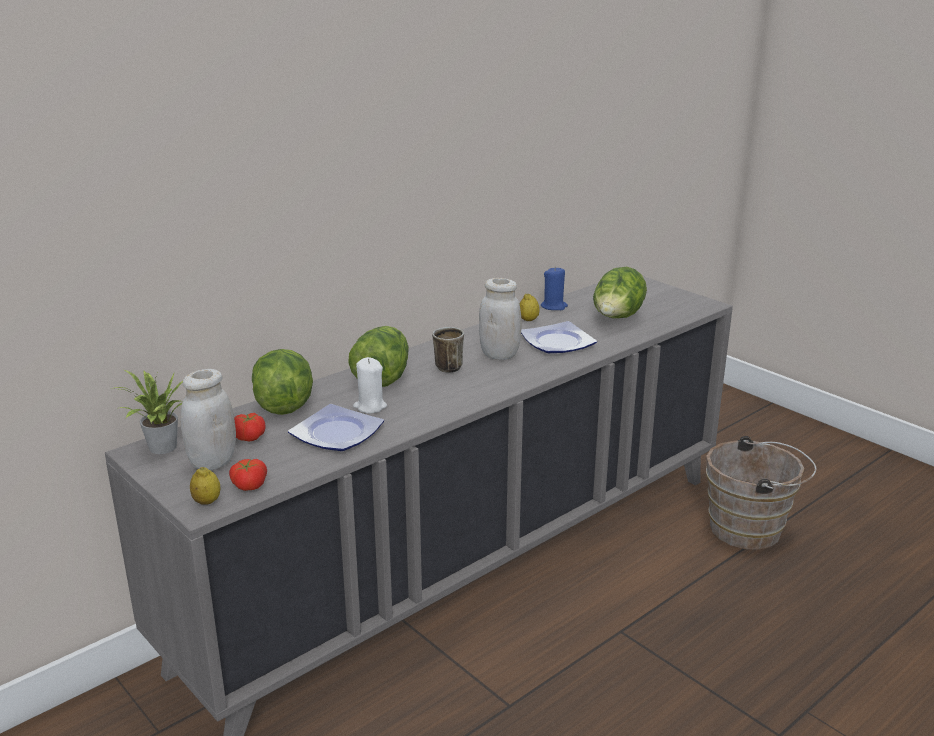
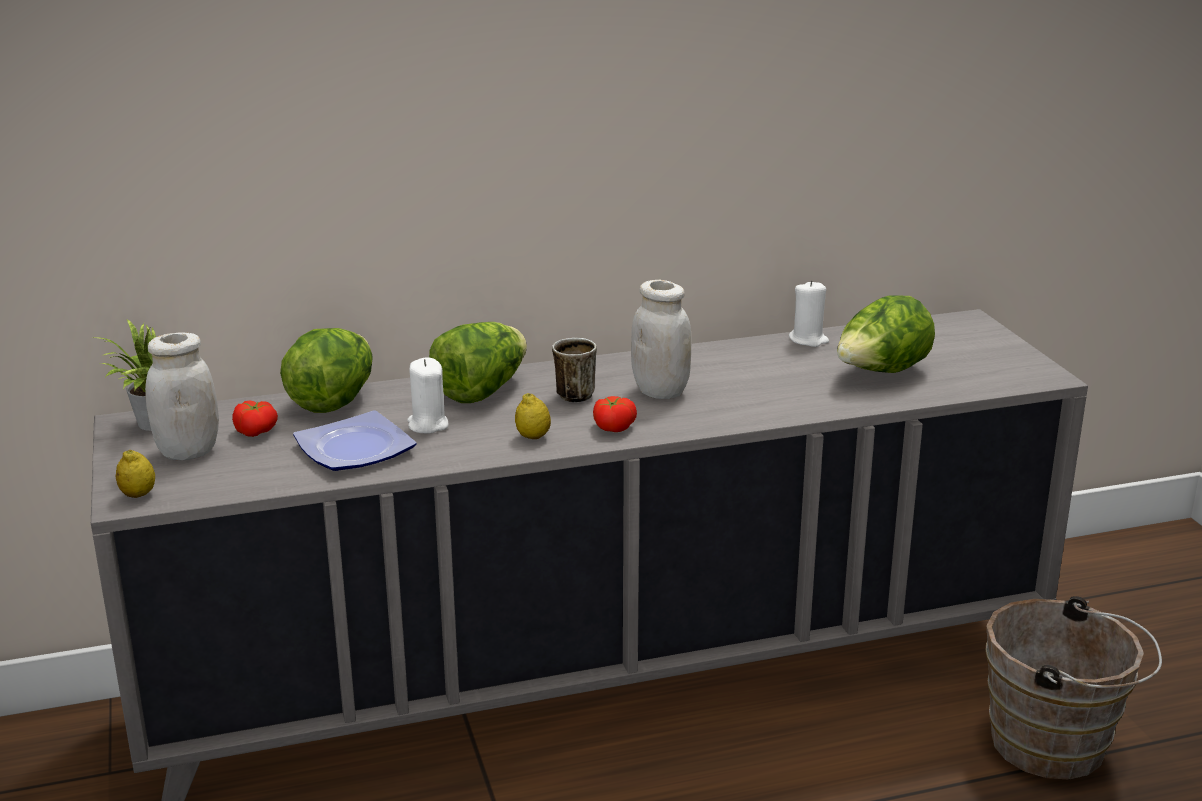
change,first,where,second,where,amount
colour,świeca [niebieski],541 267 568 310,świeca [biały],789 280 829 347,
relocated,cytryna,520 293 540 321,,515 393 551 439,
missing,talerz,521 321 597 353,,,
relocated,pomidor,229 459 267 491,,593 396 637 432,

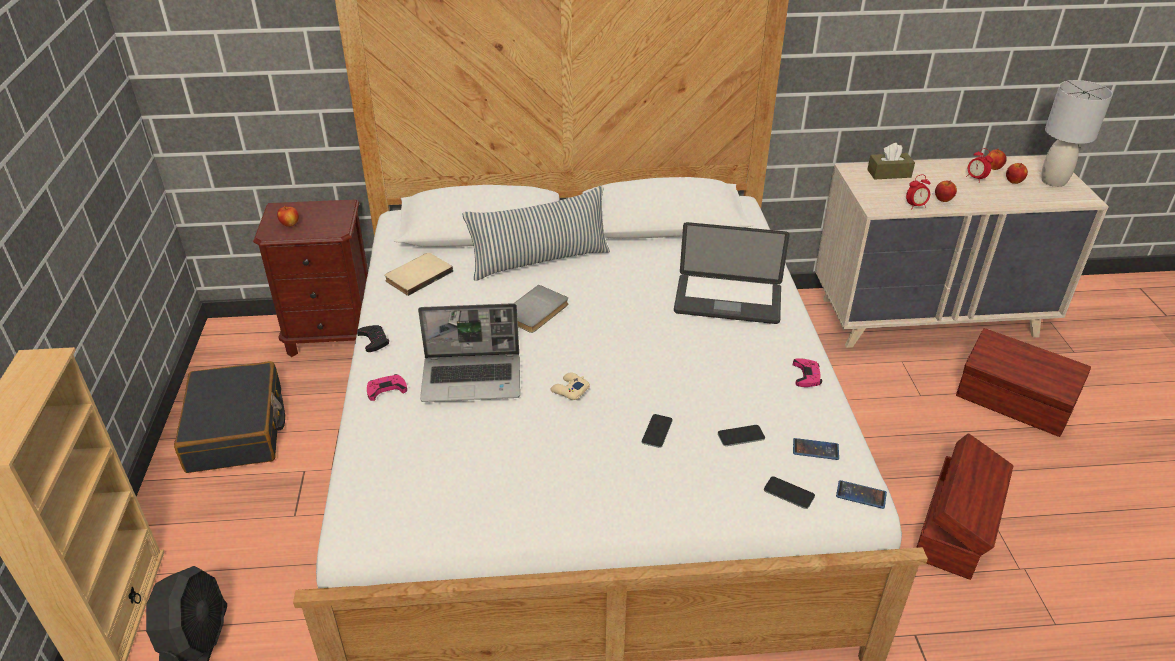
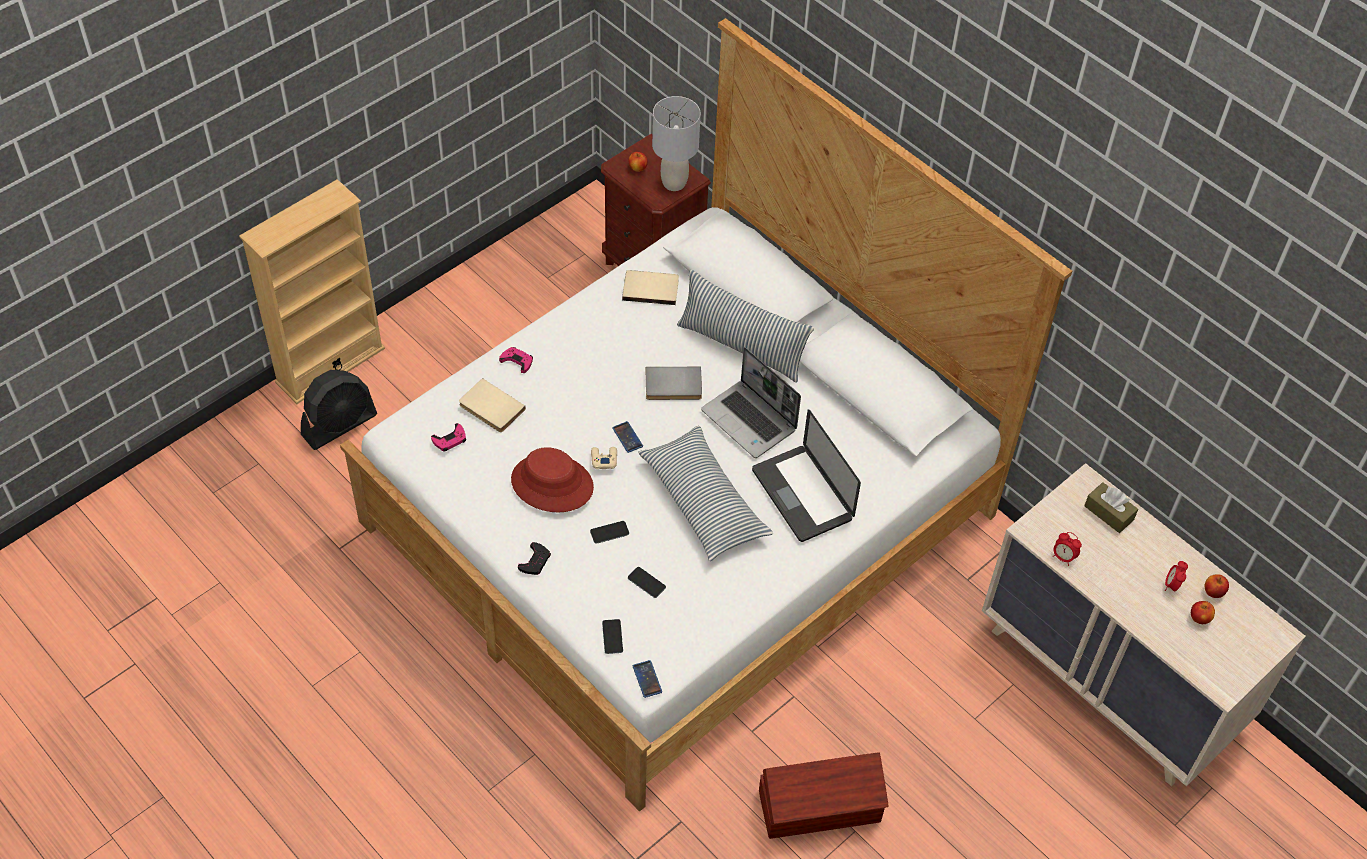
change,first,where,second,where,amount
relocated,lampa stołowa [szary],1041 80 1113 187,,652 96 701 191,
missing,jabłko,935 180 957 202,,,
relocated,laptop,418 303 520 402,,701 347 801 458,
relocated,pad do gier [czarny],357 325 389 352,,518 542 551 575,
missing,pojemnik do przechowywania [brązowy],956 328 1091 437,,,
relocated,pad do gier [różowy],793 358 822 387,,431 423 466 451,
missing,walizka [czarny],174 361 285 473,,,
relocated,telefon,793 438 839 460,,612 421 643 453,
appeared,,,książka [beżowy],459 378 526 432,
appeared,,,poduszka,638 426 773 561,
appeared,,,kapelusz [czerwony],511 447 594 513,

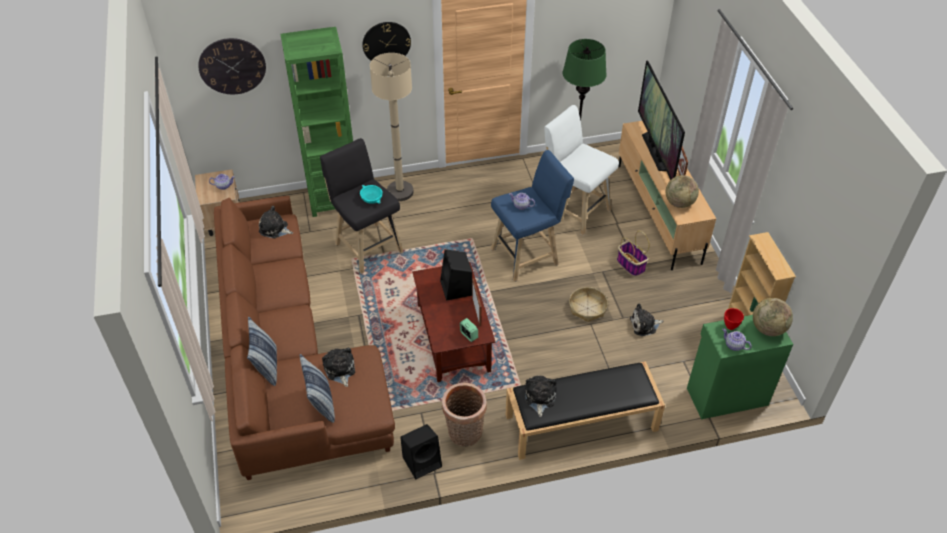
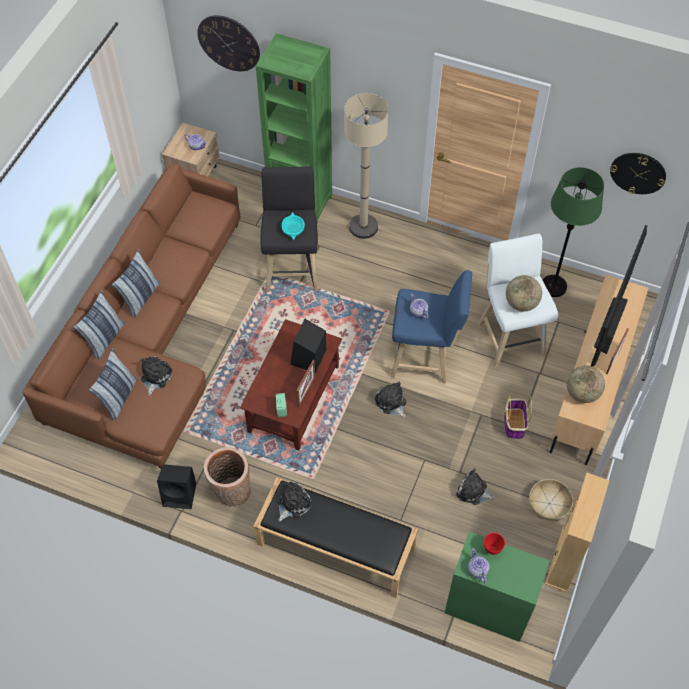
change,first,where,second,where,amount
relocated,zegar ścienny,362 22 411 61,,610 153 666 194,
relocated,pluszak,259 206 293 238,,375 382 406 418,
relocated,koszyk,569 287 608 322,,529 479 573 521,
relocated,globus,753 298 793 336,,506 275 542 311,
appeared,,,poduszka,111 249 160 318,

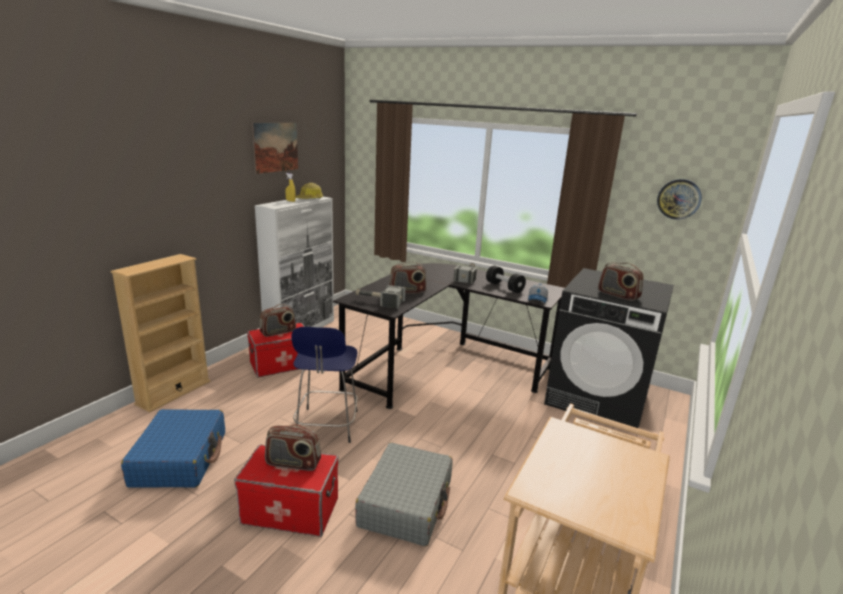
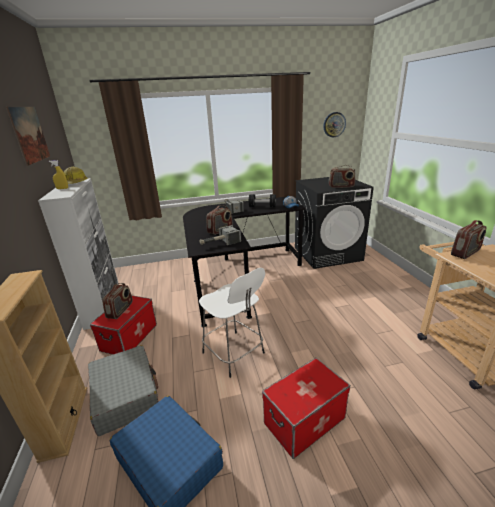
change,first,where,second,where,amount
colour,stołek [niebieski],291 327 358 443,stołek [biały],199 268 265 378,
relocated,radio,265 424 321 471,,451 220 487 259,
relocated,walizka [szary],355 443 453 546,,88 345 158 436,

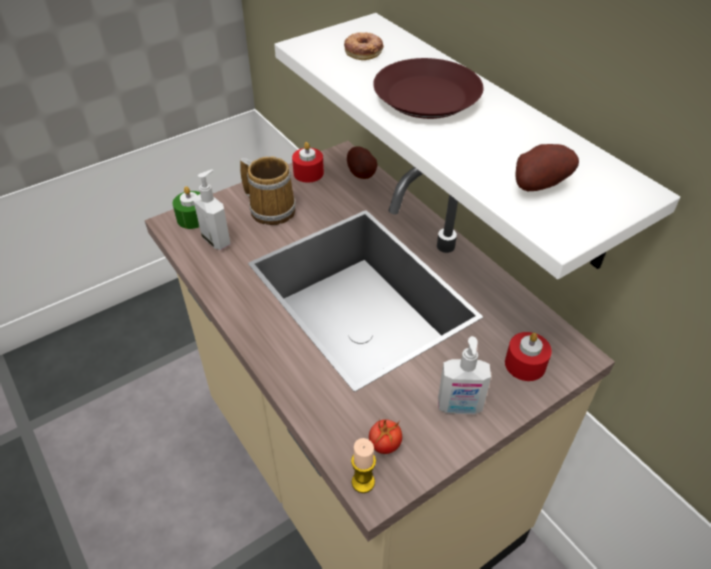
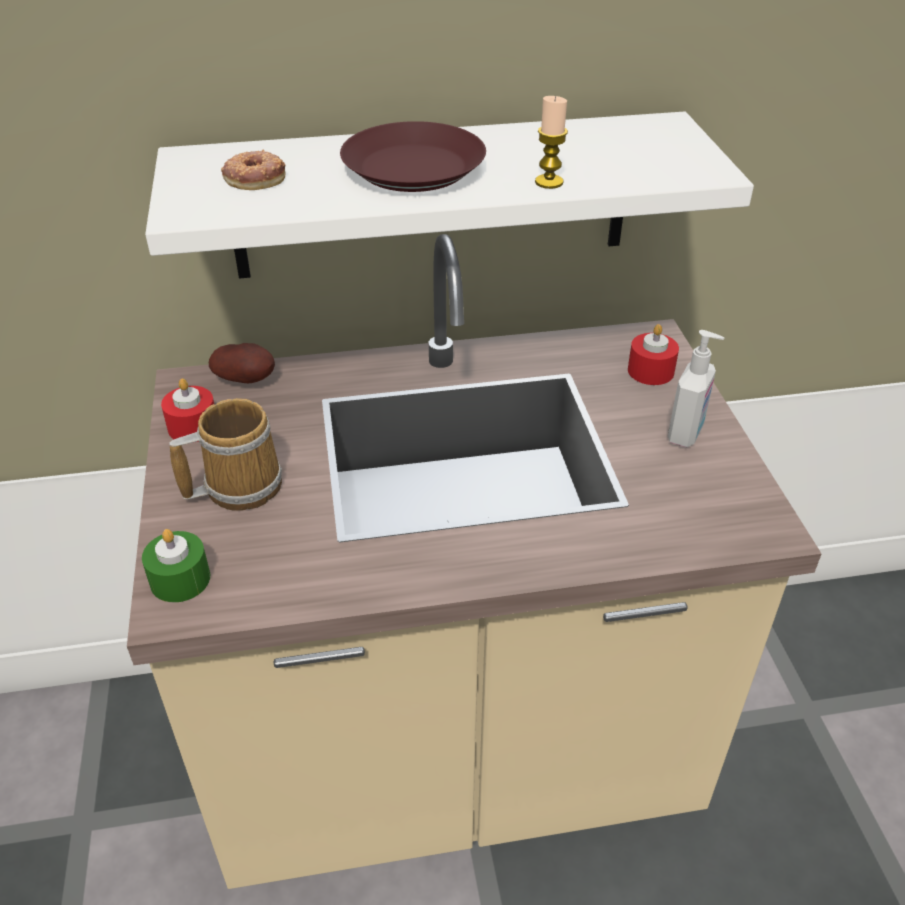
change,first,where,second,where,amount
missing,ziemniak,515 144 579 191,,,
missing,dozownik mydła,193 169 231 250,,,
missing,pomidor,369 418 402 454,,,
relocated,świeca,351 438 376 493,,535 96 568 189,

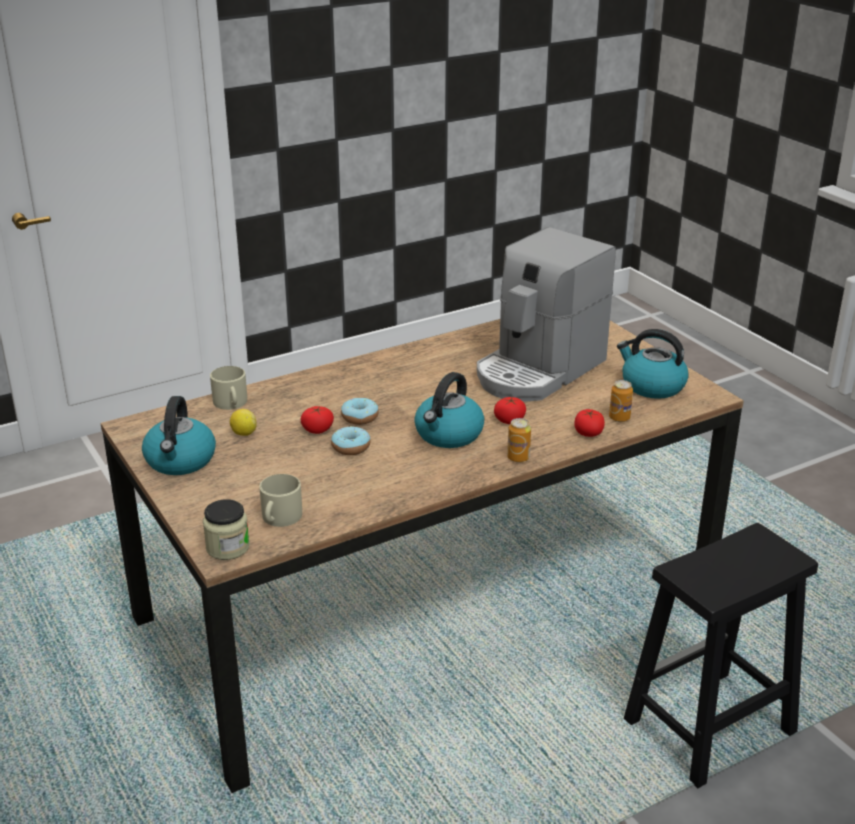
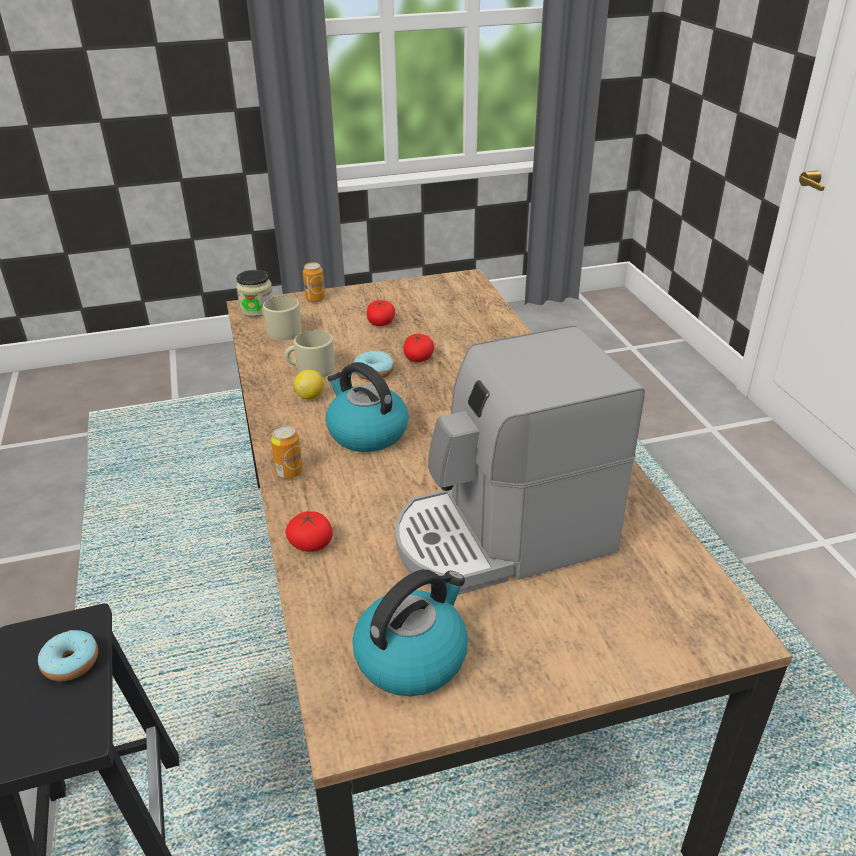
change,first,where,second,where,amount
spun,ekspres do kawy,477 227 616 402,,395 326 645 595,75 degrees counterclockwise
relocated,kubek [beżowy],210 366 247 410,,285 330 335 378,
relocated,puszka,609 380 633 422,,303 262 325 302,
missing,czajnik,142 396 216 475,,,
relocated,donut,341 397 379 425,,38 630 98 681,
relocated,pomidor,494 397 526 424,,367 300 395 326,
relocated,cytryna,230 409 256 436,,294 370 324 400,

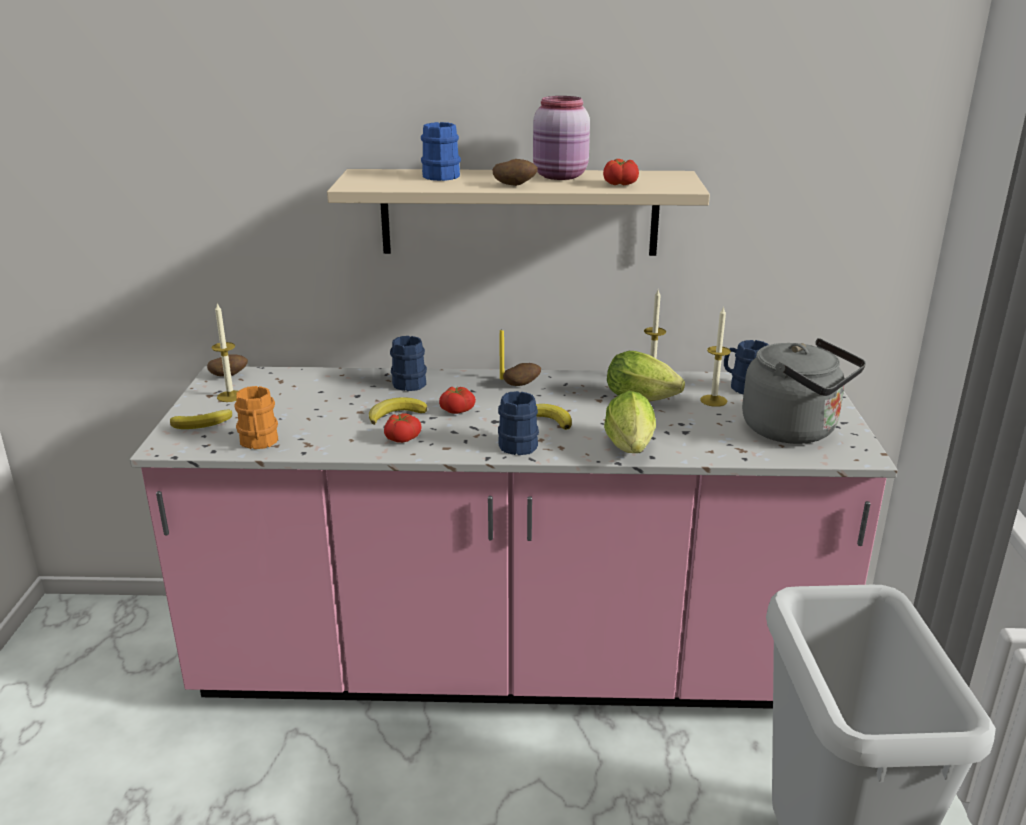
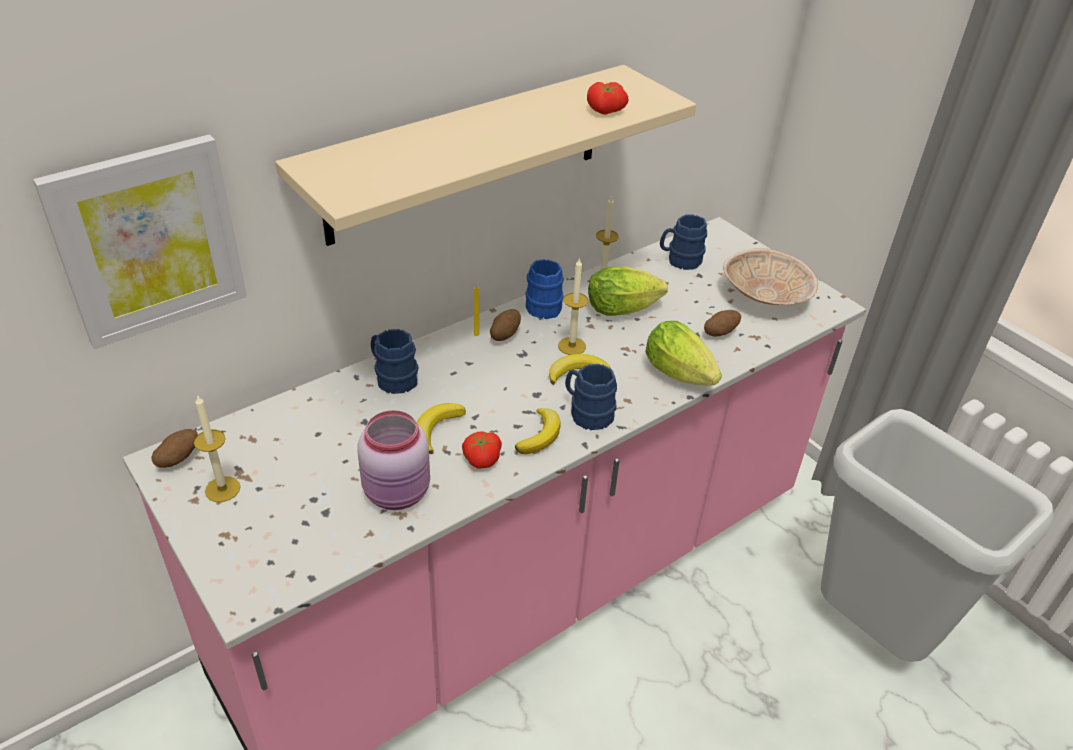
change,first,where,second,where,amount
relocated,słoik [różowy],533 96 590 180,,357 410 430 510,
relocated,kubek [niebieski],421 122 461 181,,525 259 564 319,
relocated,ziemniak,493 159 538 186,,704 310 741 337,
relocated,świeca,700 306 731 407,,558 257 588 355,
exchanged,czajnik [szary],742 338 866 444,miska [beżowy],723 248 818 305,
missing,kubek [pomarańczowy],234 386 278 449,,,
missing,pomidor,439 387 476 414,,,
relocated,banan,170 409 232 429,,515 408 561 454,
appeared,,,obraz,33 134 247 349,

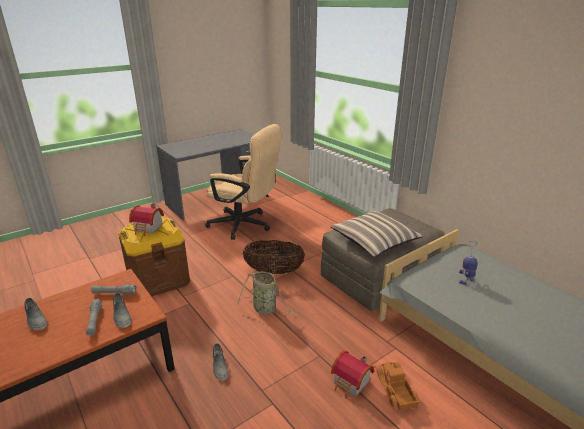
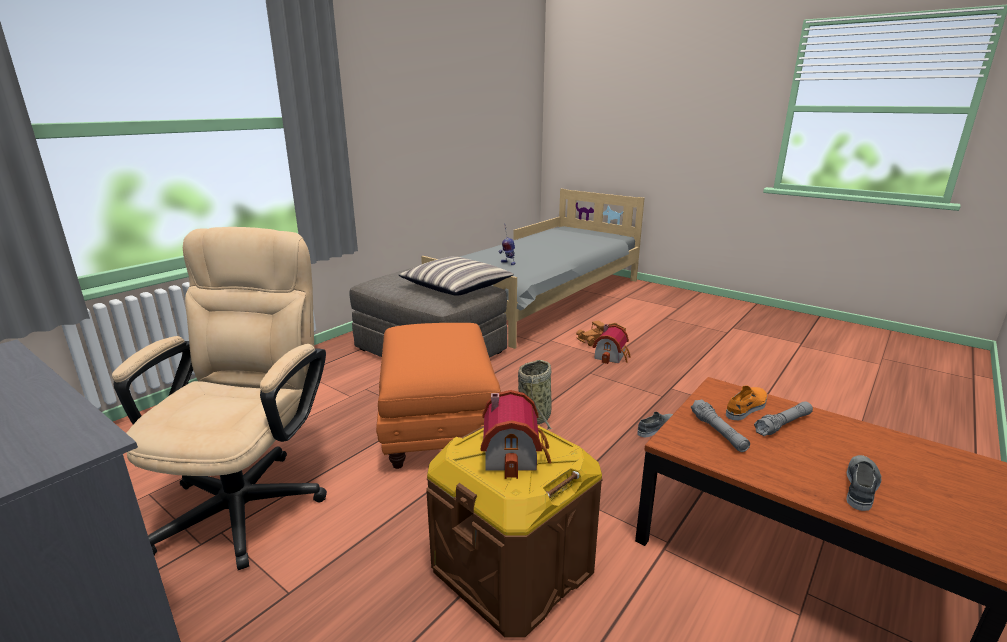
change,first,where,second,where,amount
exchanged,koszyk,243 240 305 274,pufa [pomarańczowy],376 323 501 469,
colour,but [szary],113 293 131 328,but [pomarańczowy],726 385 767 420,

